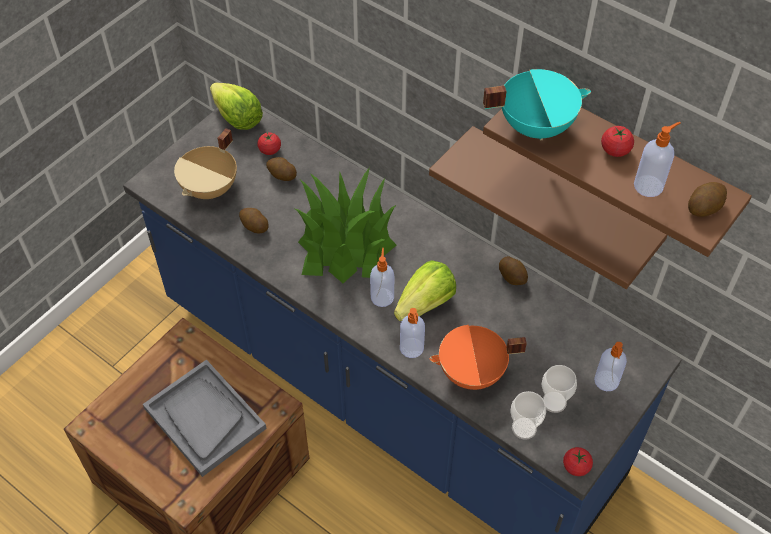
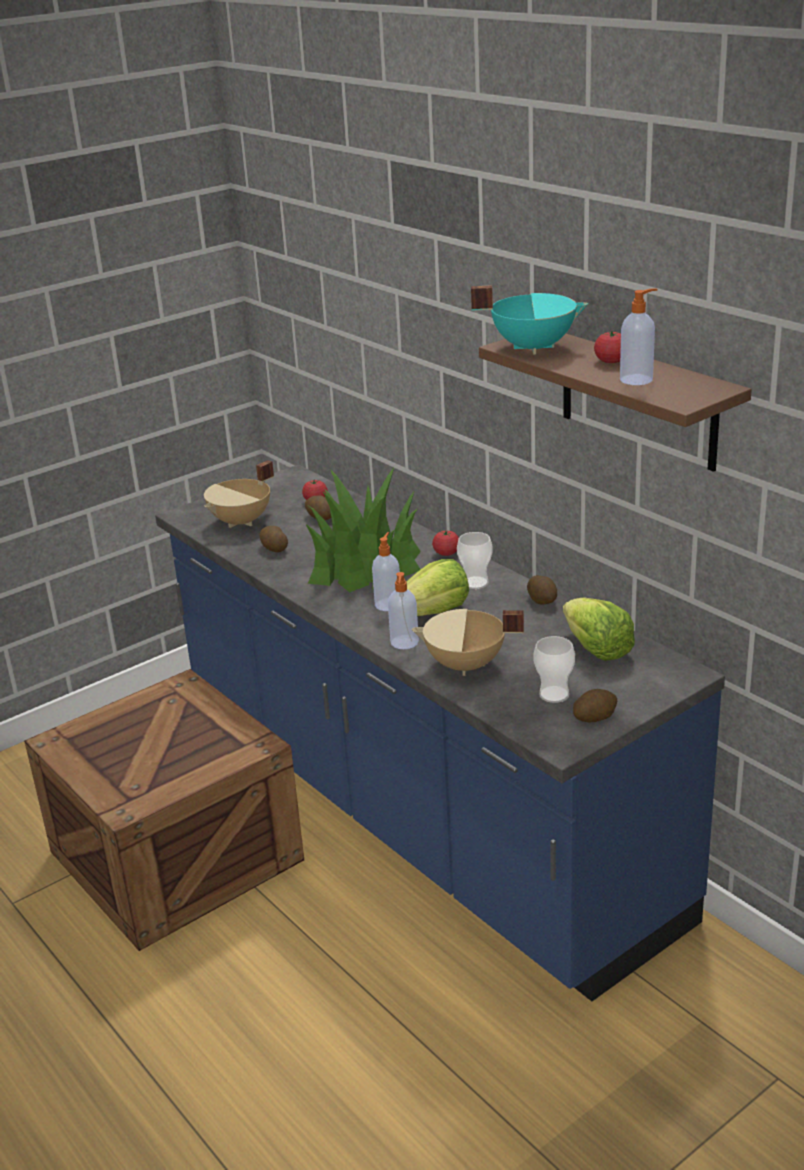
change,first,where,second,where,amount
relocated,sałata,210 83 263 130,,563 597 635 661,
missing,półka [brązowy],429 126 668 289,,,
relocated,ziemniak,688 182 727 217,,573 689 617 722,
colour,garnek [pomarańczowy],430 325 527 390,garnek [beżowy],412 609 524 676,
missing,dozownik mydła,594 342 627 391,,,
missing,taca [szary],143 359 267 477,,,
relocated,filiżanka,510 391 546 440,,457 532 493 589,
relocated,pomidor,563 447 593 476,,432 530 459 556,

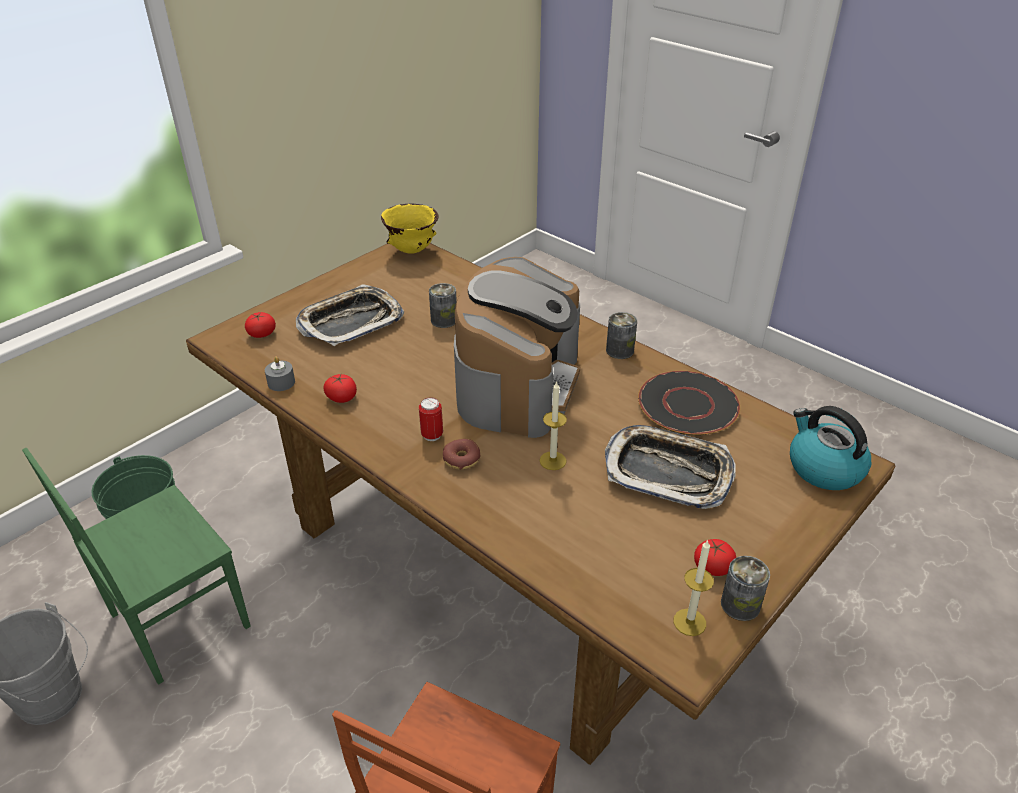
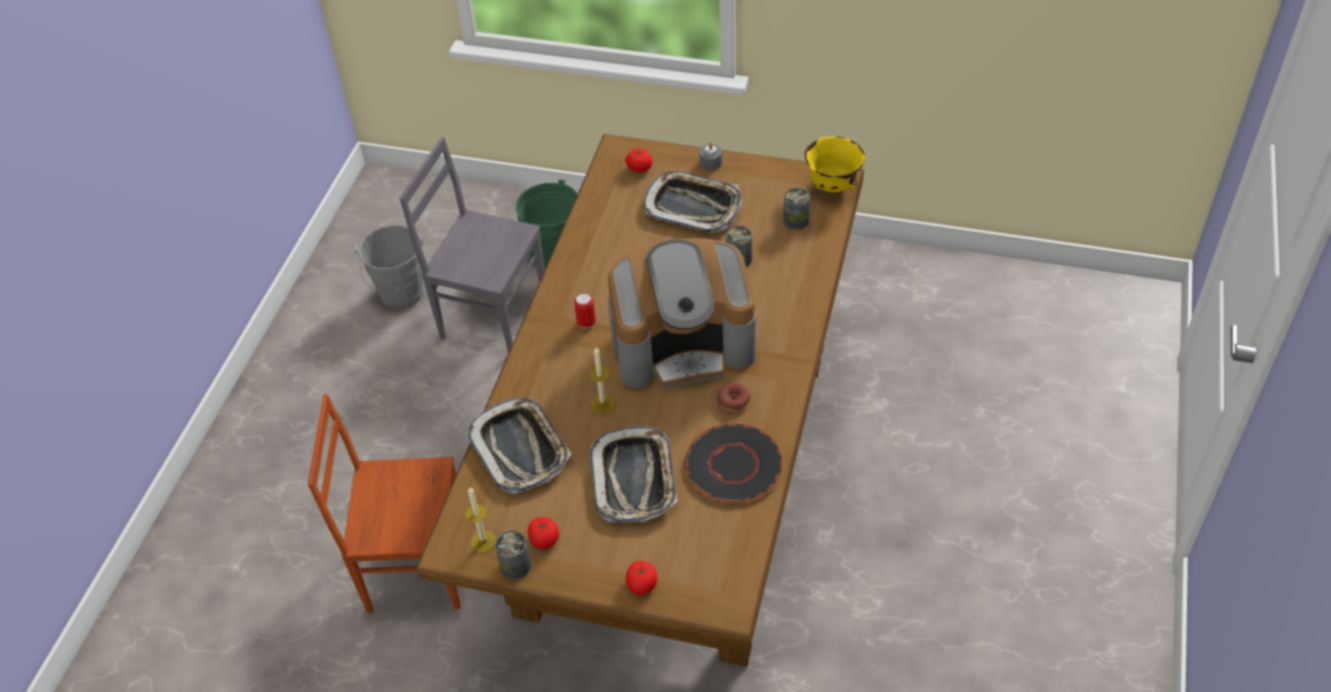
change,first,where,second,where,amount
relocated,puszka,606 312 637 359,,784 188 810 230,
relocated,świeca [szary],265 357 295 391,,700 142 722 170,
relocated,pomidor,323 374 357 403,,626 561 657 595,
missing,czajnik,790 406 871 490,,,
relocated,donut,443 439 480 470,,717 383 751 411,
colour,krzesło [zielony],22 448 251 685,krzesło [szary],399 137 545 354,
appeared,,,taca,466 397 571 494,

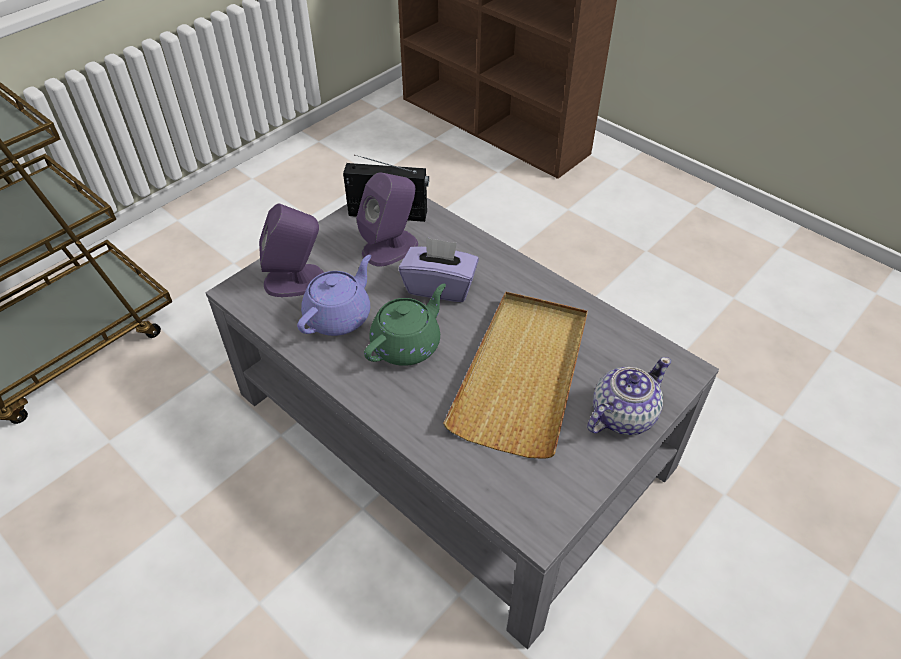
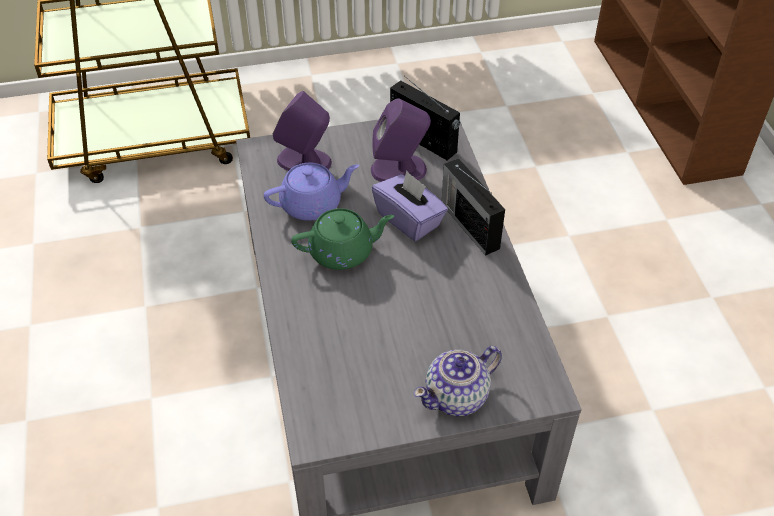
change,first,where,second,where,amount
missing,taca [beżowy],443 292 588 459,,,
spun,imbryk,587 357 671 435,,414 346 502 416,150 degrees clockwise
appeared,,,radio,442 158 505 256,

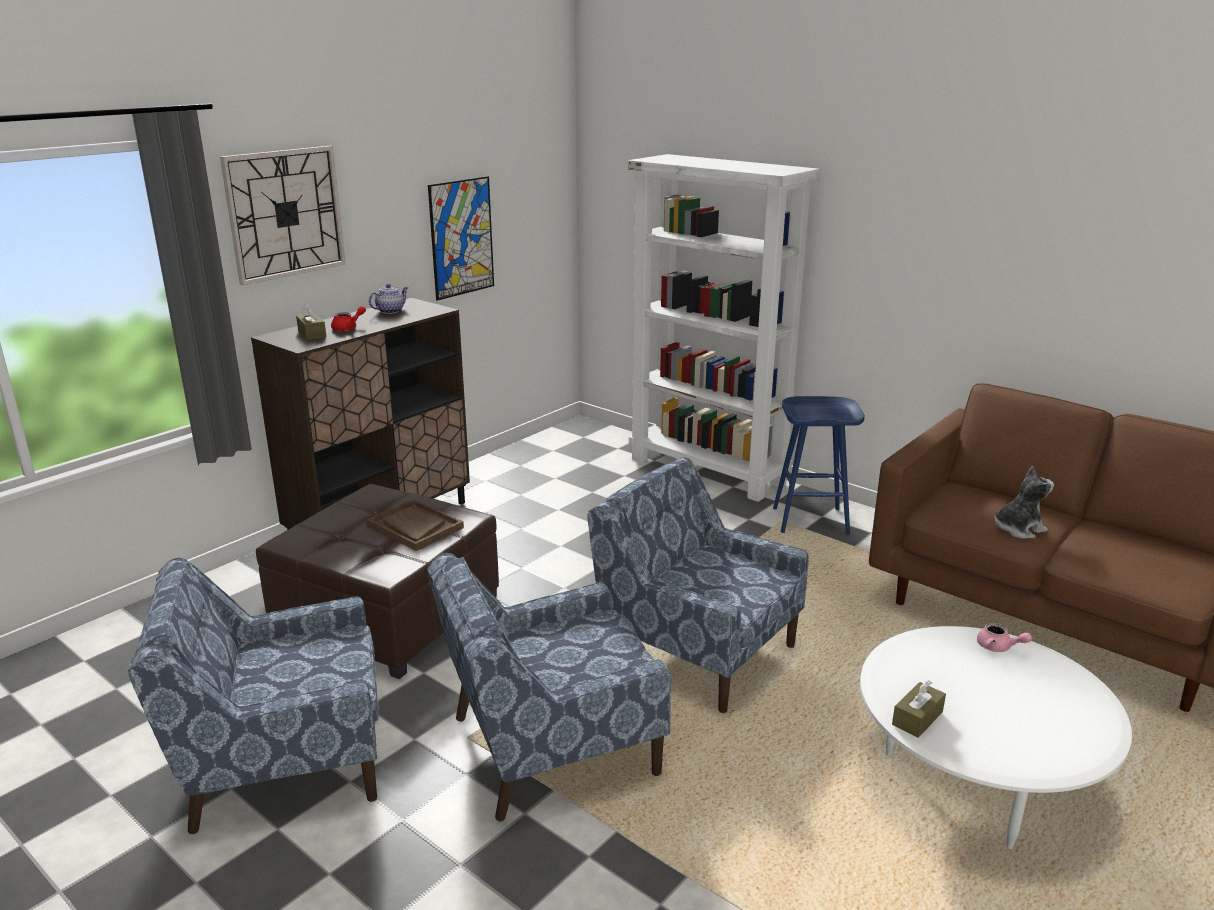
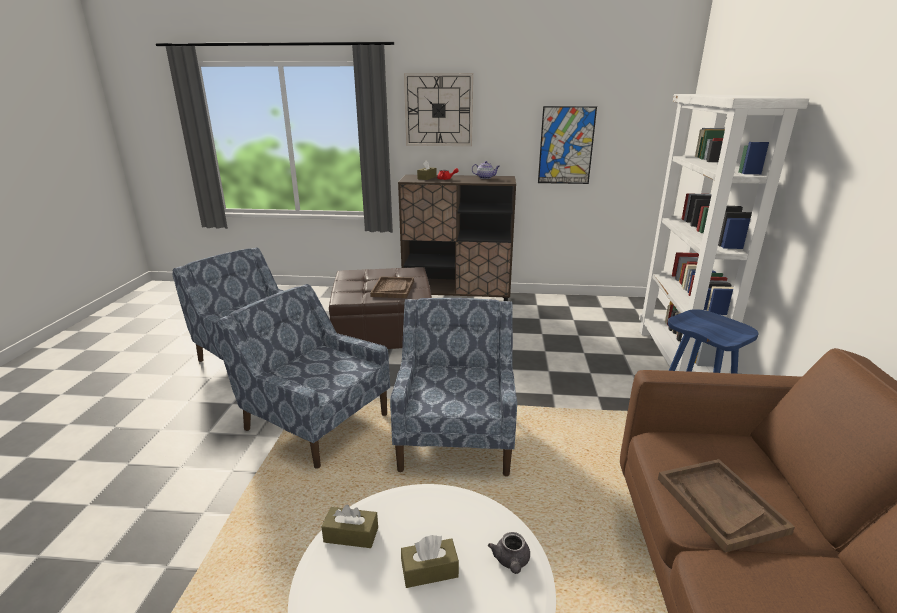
change,first,where,second,where,amount
exchanged,pluszak,994 466 1054 539,taca [brązowy],658 459 795 553,
colour,imbryk [różowy],977 623 1032 652,imbryk [szary],488 532 530 574,
appeared,,,pudełko chusteczek [brązowy],401 535 459 588,

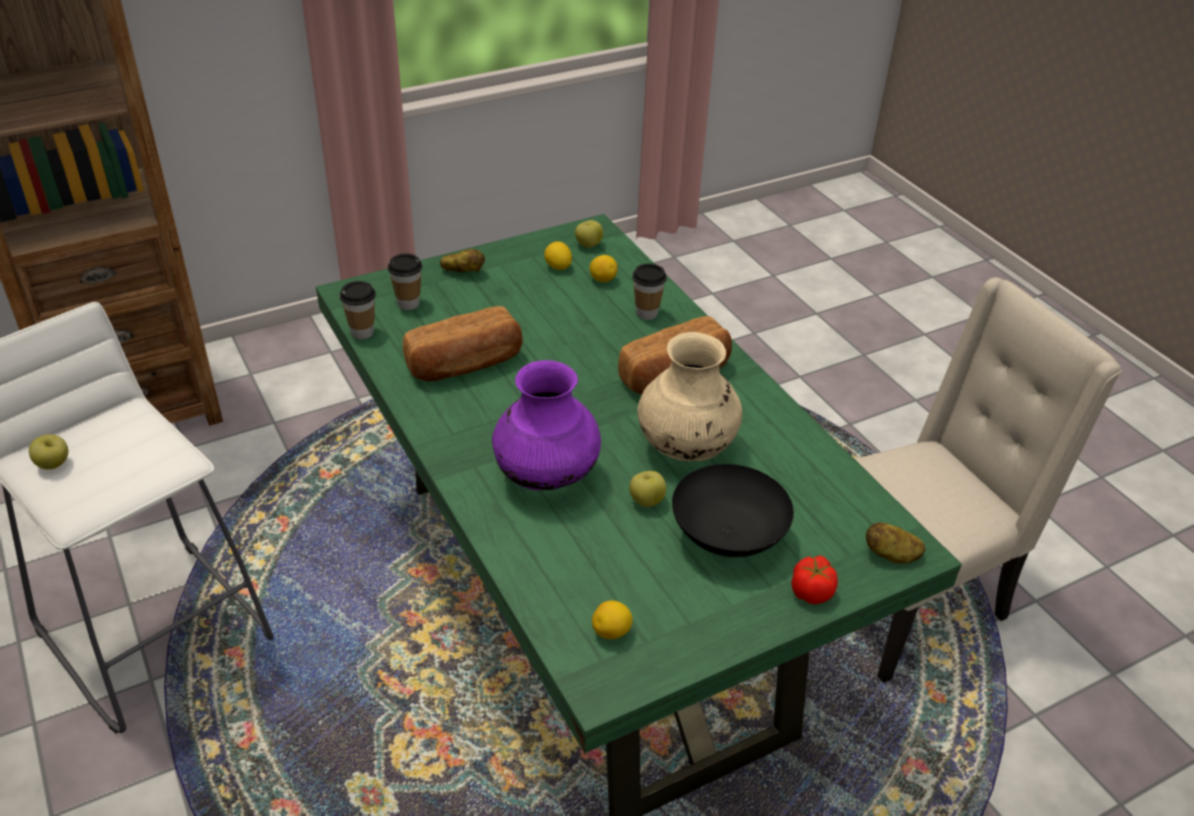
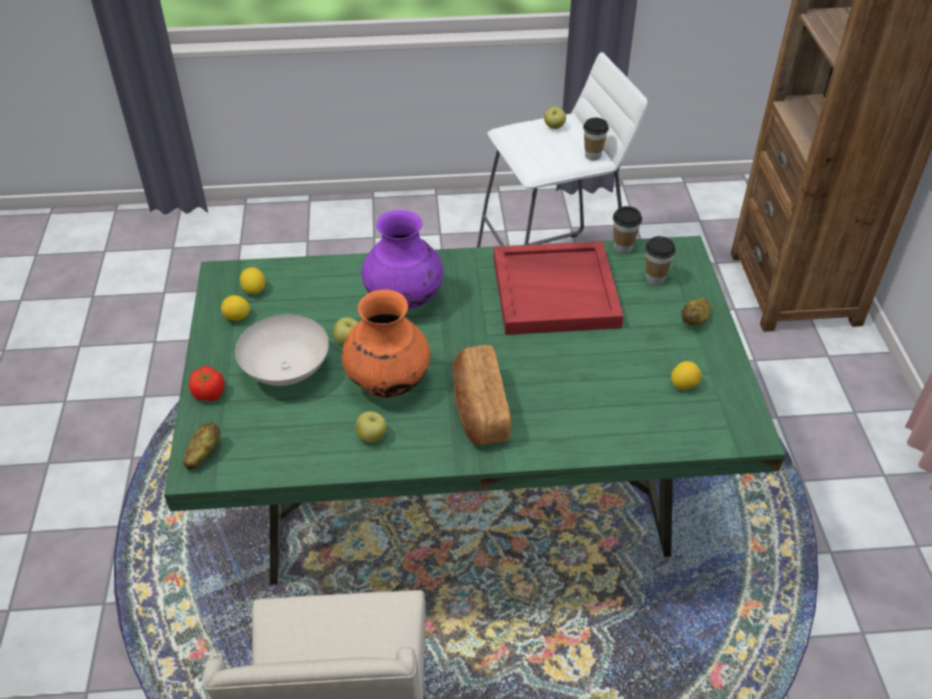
change,first,where,second,where,amount
relocated,jabłko,575 220 603 248,,356 411 387 442,
relocated,cytryna,589 255 618 282,,221 295 250 321,
relocated,filiżanka,632 263 667 320,,583 118 609 160,
exchanged,chleb,403 306 522 382,taca [czerwony],494 241 624 335,
colour,wazon [beżowy],637 332 742 461,wazon [pomarańczowy],342 289 430 398,
colour,miska [czarny],672 464 794 557,miska [biały],235 315 329 386,

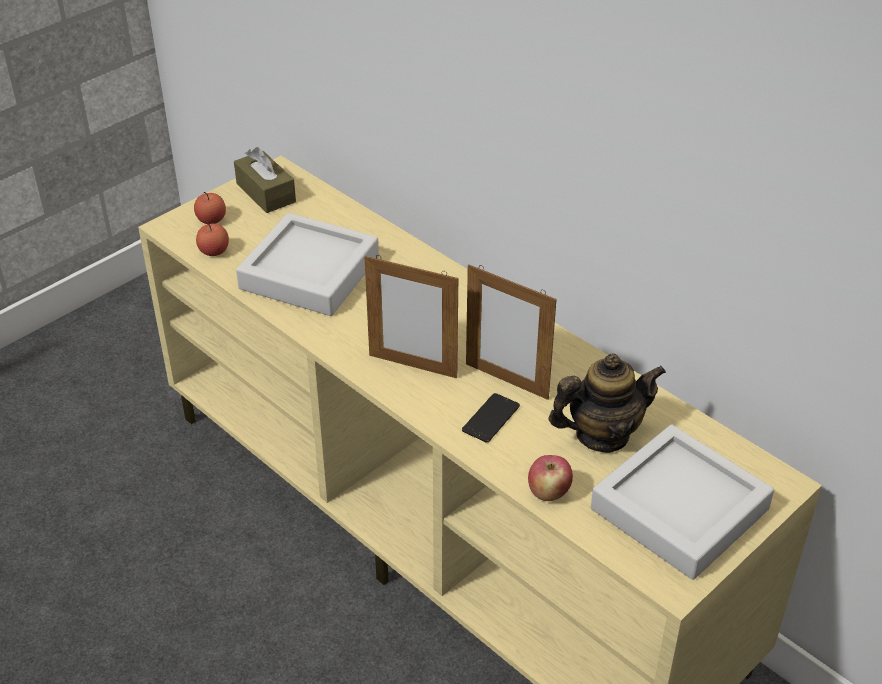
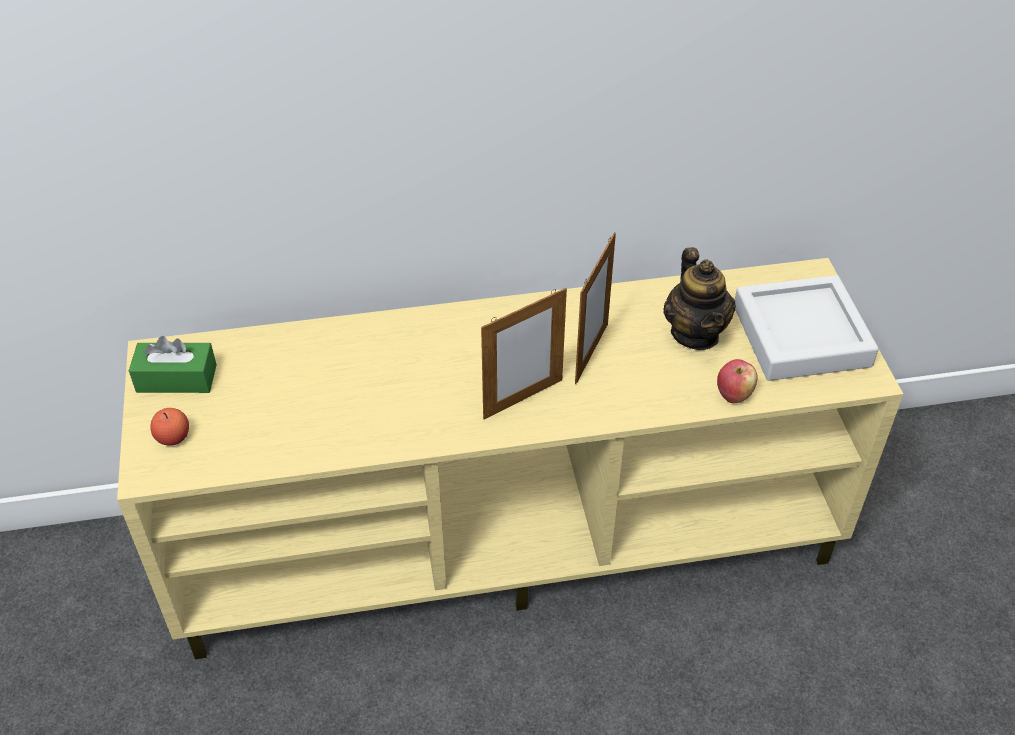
change,first,where,second,where,amount
colour,pudełko chusteczek [brązowy],234 147 296 213,pudełko chusteczek [zielony],129 336 217 393,
missing,taca [szary],236 213 379 316,,,
missing,jabłko,196 221 229 256,,,
spun,ramka na zdjęcie,466 264 557 400,,575 232 616 384,45 degrees counterclockwise
spun,imbryk,549 353 666 453,,664 247 736 350,150 degrees clockwise
missing,telefon,462 393 520 443,,,

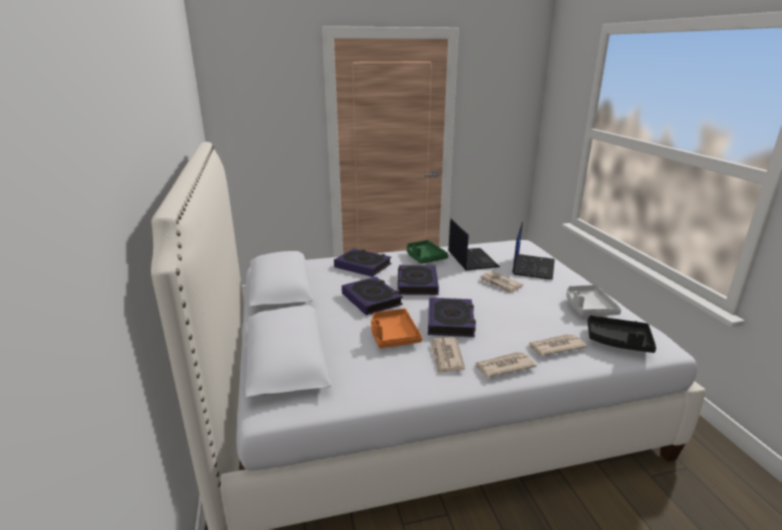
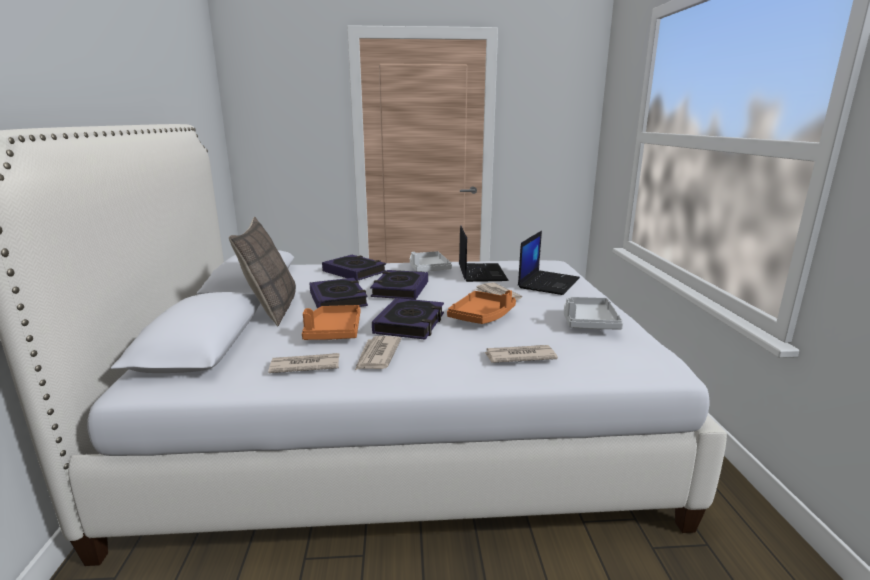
change,first,where,second,where,amount
colour,taca [zielony],407 240 448 264,taca [biały],410 251 452 272,
missing,taca [czarny],588 315 656 353,,,
relocated,gazeta,474 352 537 377,,268 353 339 373,
appeared,,,poduszka,229 217 296 326,
appeared,,,taca [pomarańczowy],447 290 516 324,

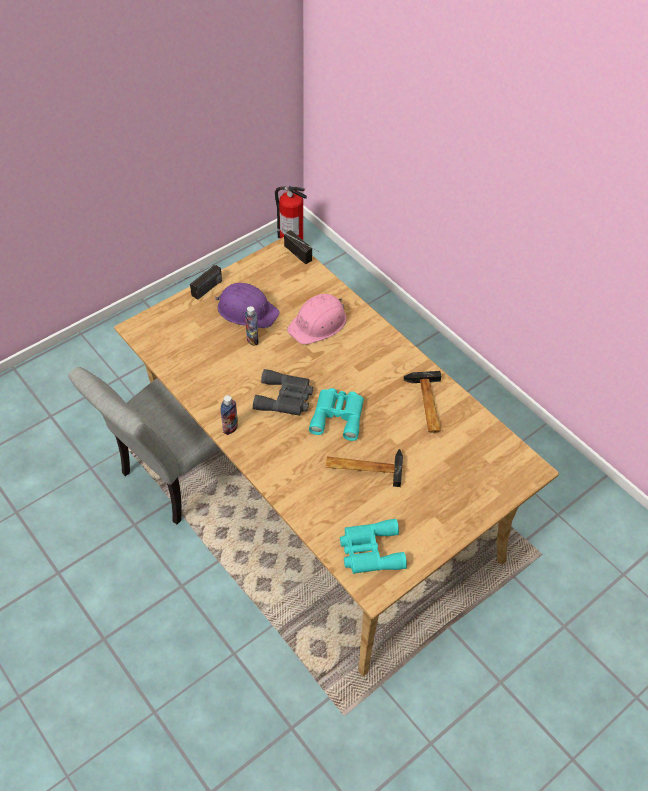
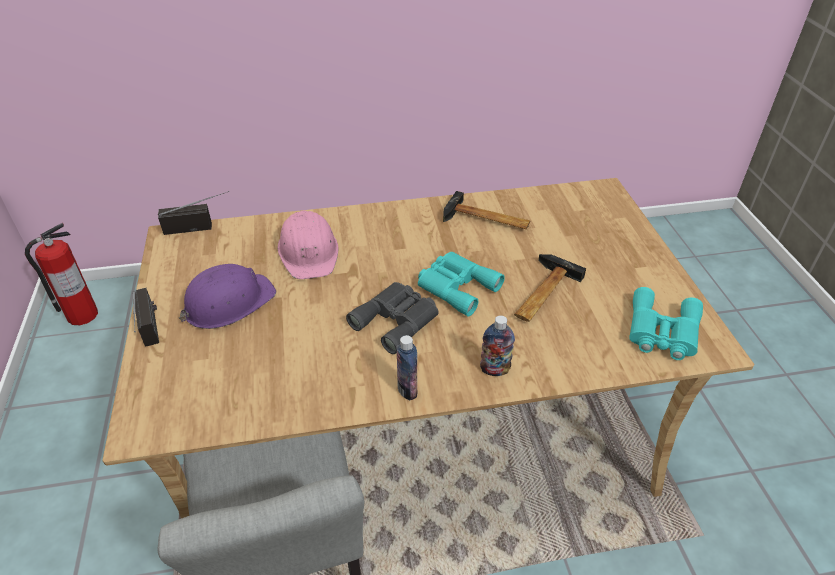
change,first,where,second,where,amount
relocated,butelka,245 306 259 346,,480 315 515 376,

